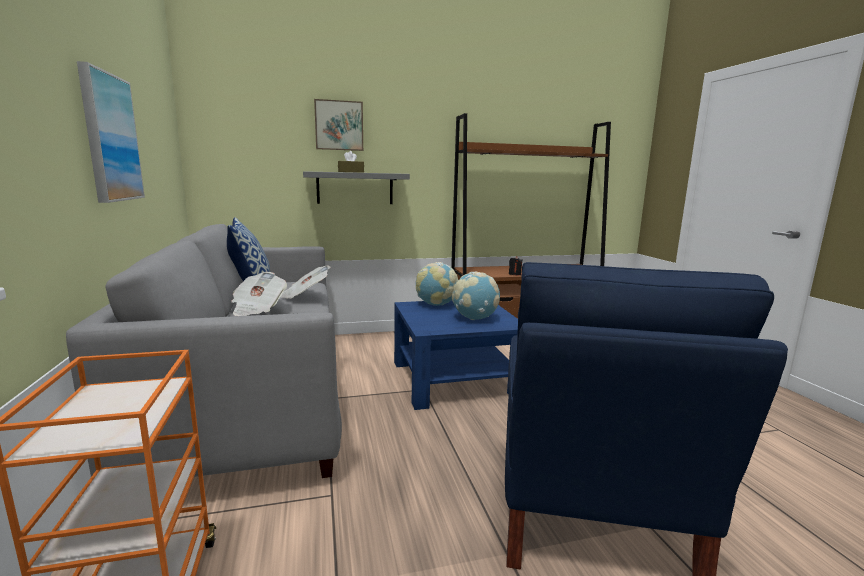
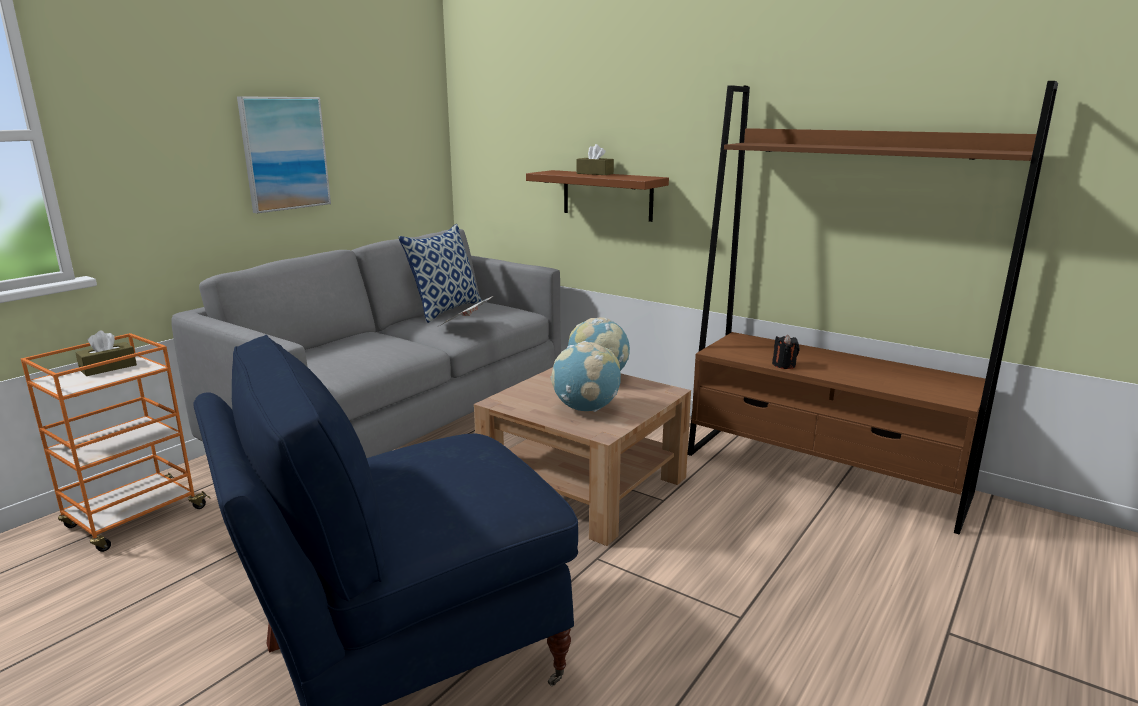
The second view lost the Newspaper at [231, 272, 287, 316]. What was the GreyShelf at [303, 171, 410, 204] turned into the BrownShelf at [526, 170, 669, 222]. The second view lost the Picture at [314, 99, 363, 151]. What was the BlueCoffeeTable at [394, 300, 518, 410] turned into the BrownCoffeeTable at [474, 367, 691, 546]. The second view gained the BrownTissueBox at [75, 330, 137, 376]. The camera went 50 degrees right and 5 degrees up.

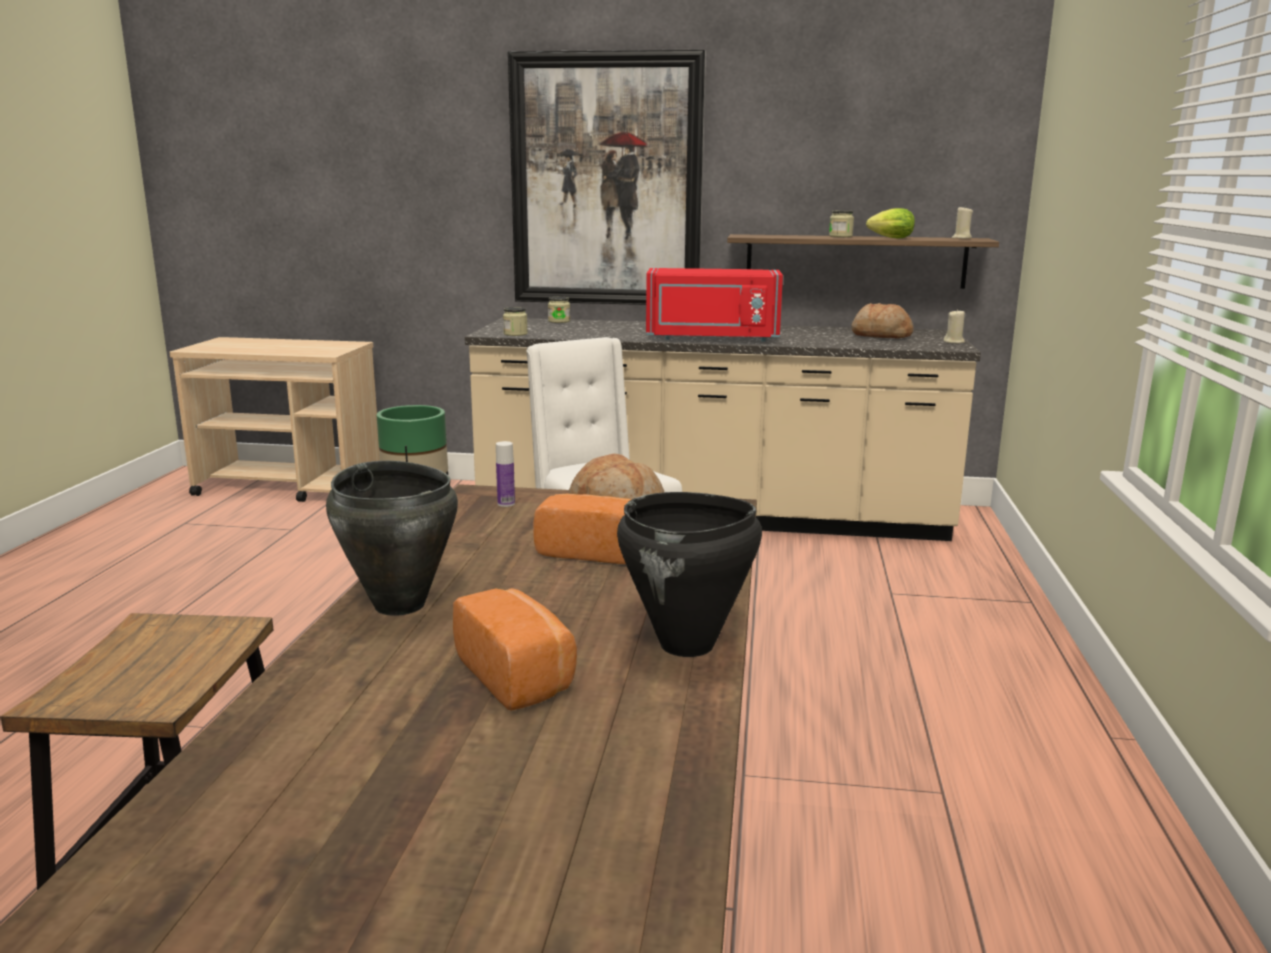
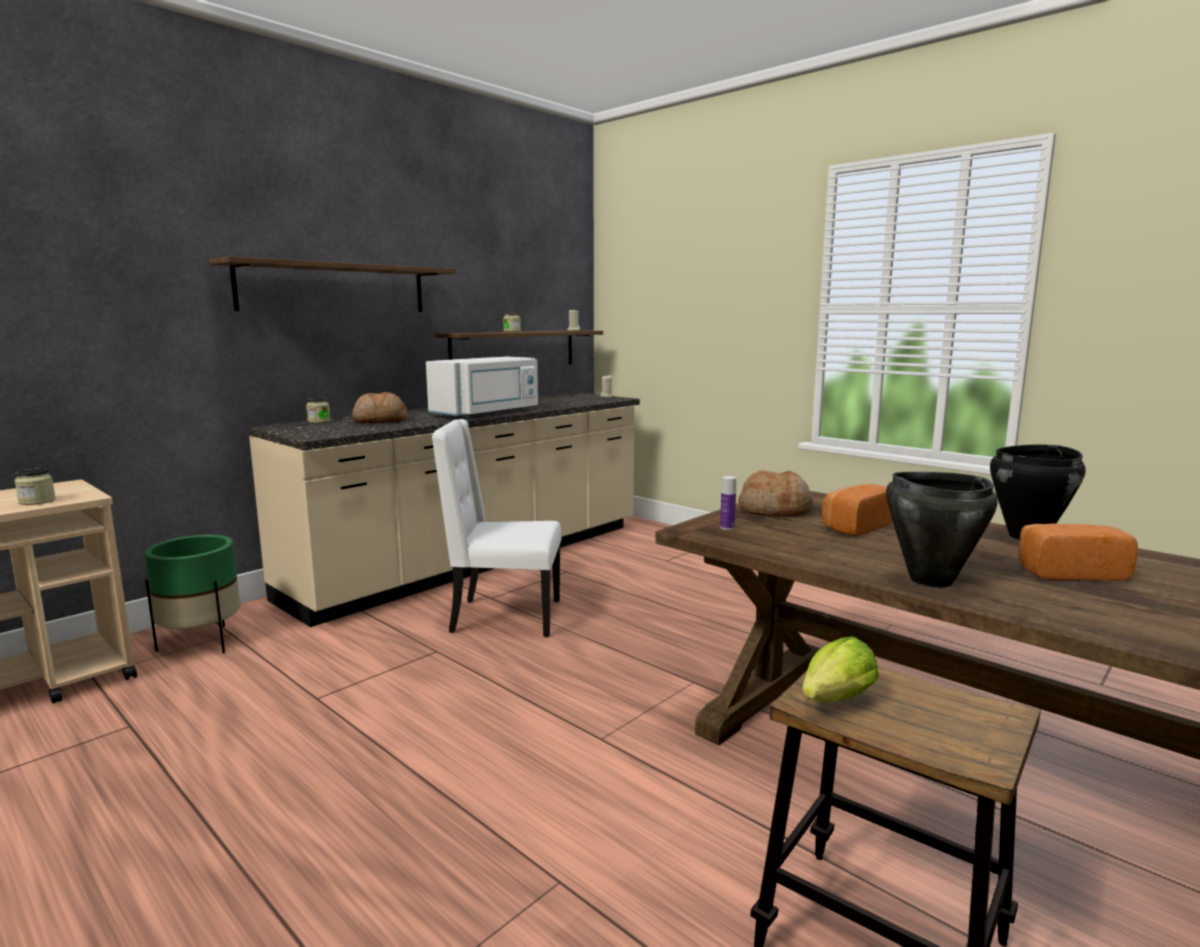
The Jar ended up elsewhere, having gone from [503, 307, 528, 336] to [14, 468, 56, 505]. Where the Picture hung at [508, 49, 706, 305], the Shelf came to hang at [209, 256, 456, 312]. What was the RedMicrowave at [646, 268, 783, 342] turned into the WhiteMicrowave at [426, 356, 538, 418]. The Bread ended up elsewhere, having gone from [851, 303, 913, 338] to [352, 392, 408, 423]. The Lettuce ended up elsewhere, having gone from [866, 208, 915, 239] to [802, 636, 879, 703]. The camera went 55 degrees left and 5 degrees down.

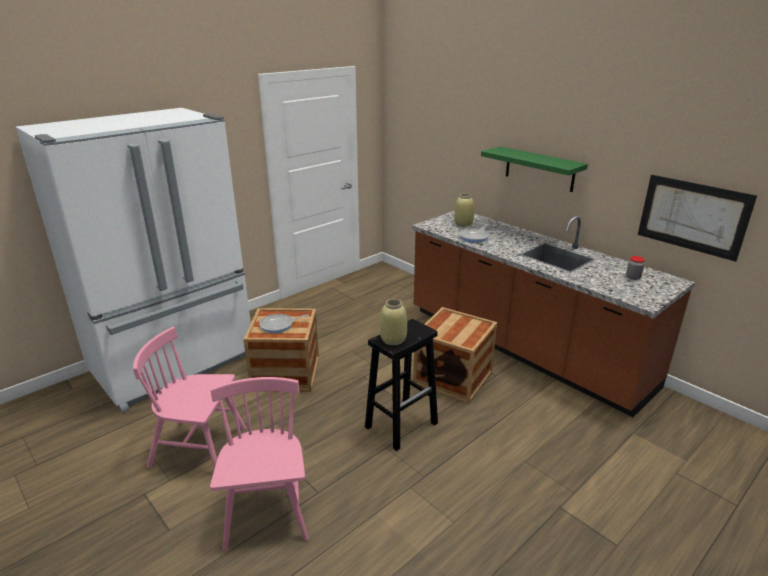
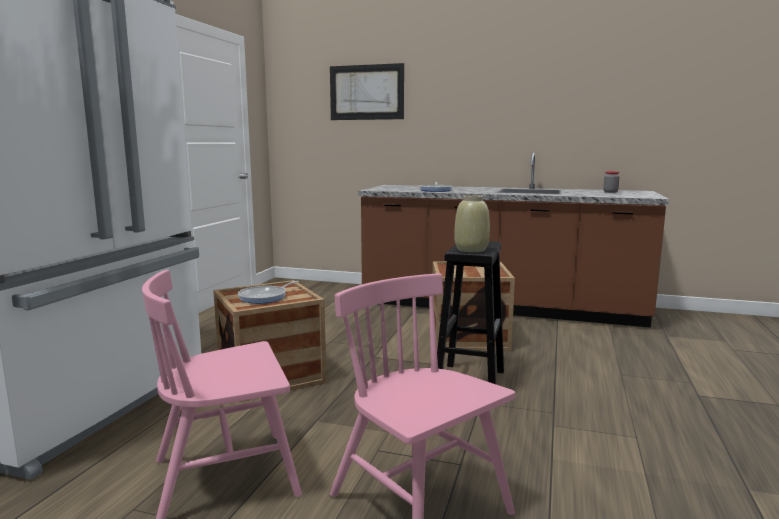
The second view lost the BeigeVase at [454, 193, 474, 227]. The second view lost the GreenShelf at [481, 146, 588, 192]. The Picture ended up elsewhere, having gone from [638, 175, 757, 262] to [330, 63, 404, 120]. The camera went 30 degrees left and 15 degrees down.

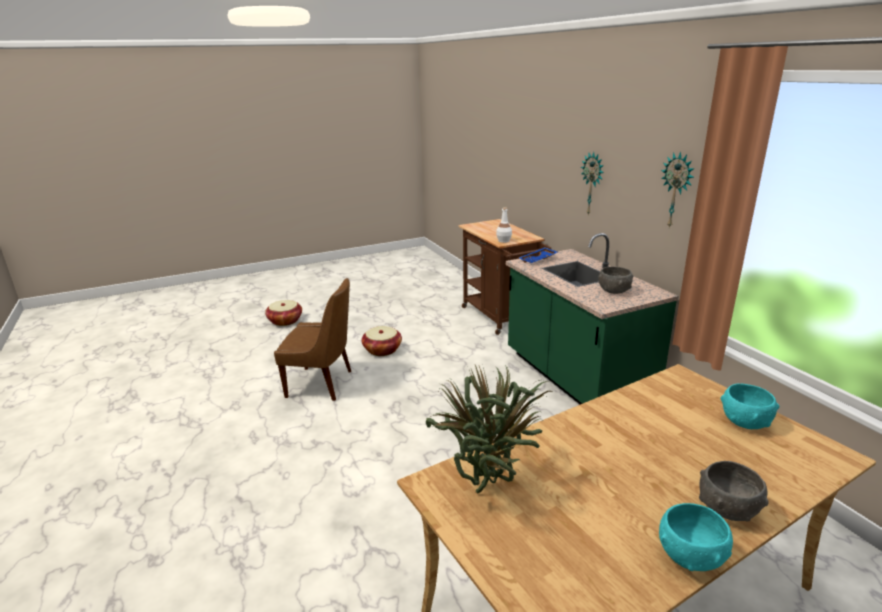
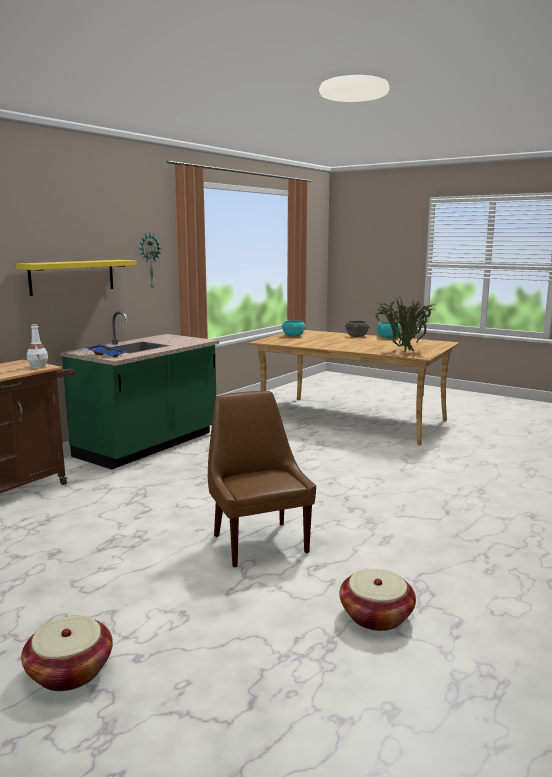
The Basket ended up elsewhere, having gone from [361, 326, 402, 356] to [339, 569, 416, 631]. Where the WallClock hung at [581, 152, 604, 215], the YellowShelf came to hang at [16, 260, 137, 296]. The second view lost the GreyBowl at [598, 266, 633, 294]. The camera went 120 degrees left and 10 degrees down.

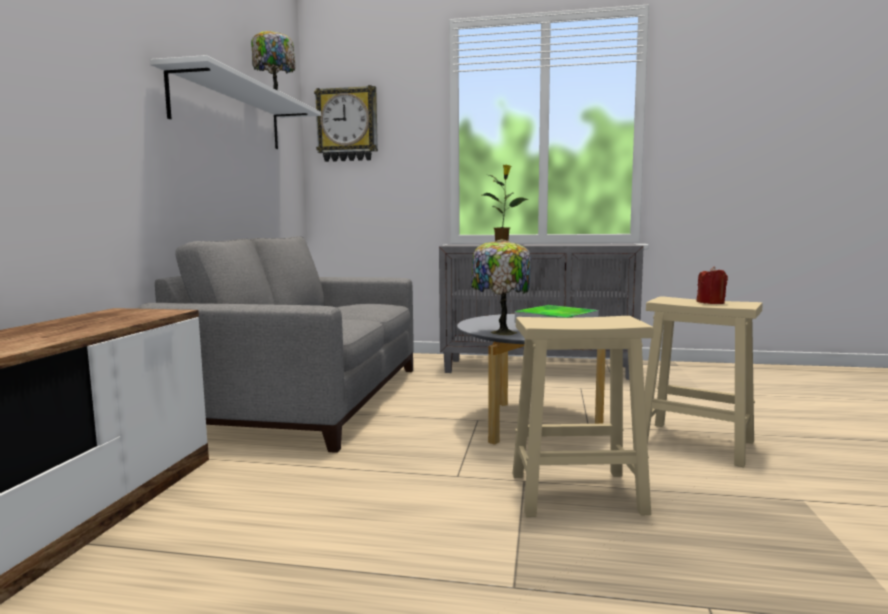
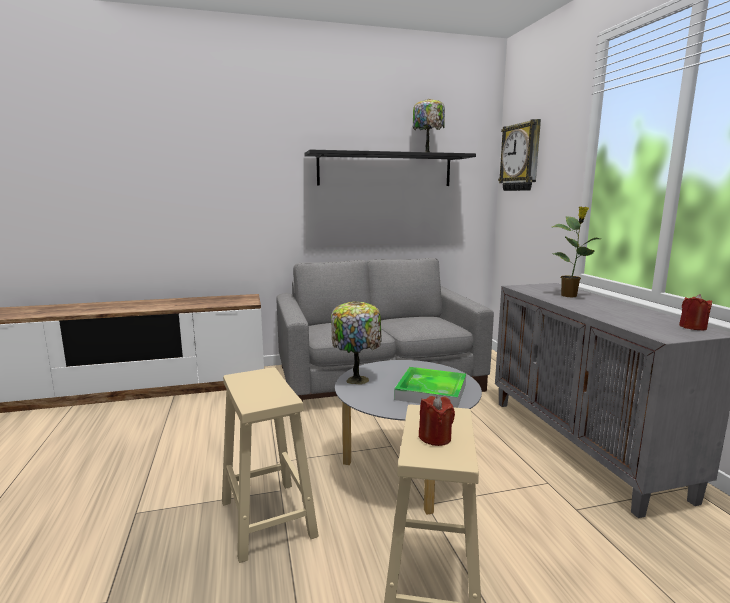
What was the WhiteShelf at [150, 55, 321, 149] turned into the BlackShelf at [305, 150, 476, 186]. The second view gained the RedCandle at [679, 294, 712, 330]. The camera went 65 degrees right and 5 degrees up.

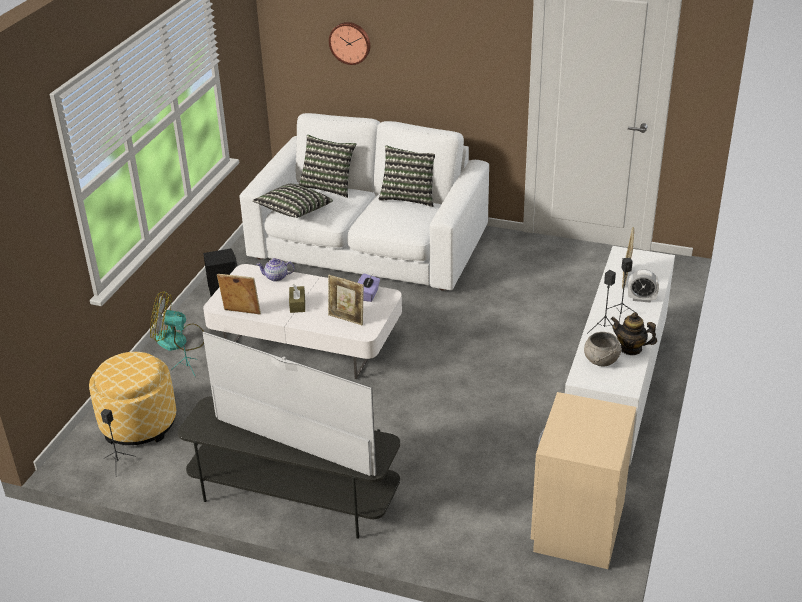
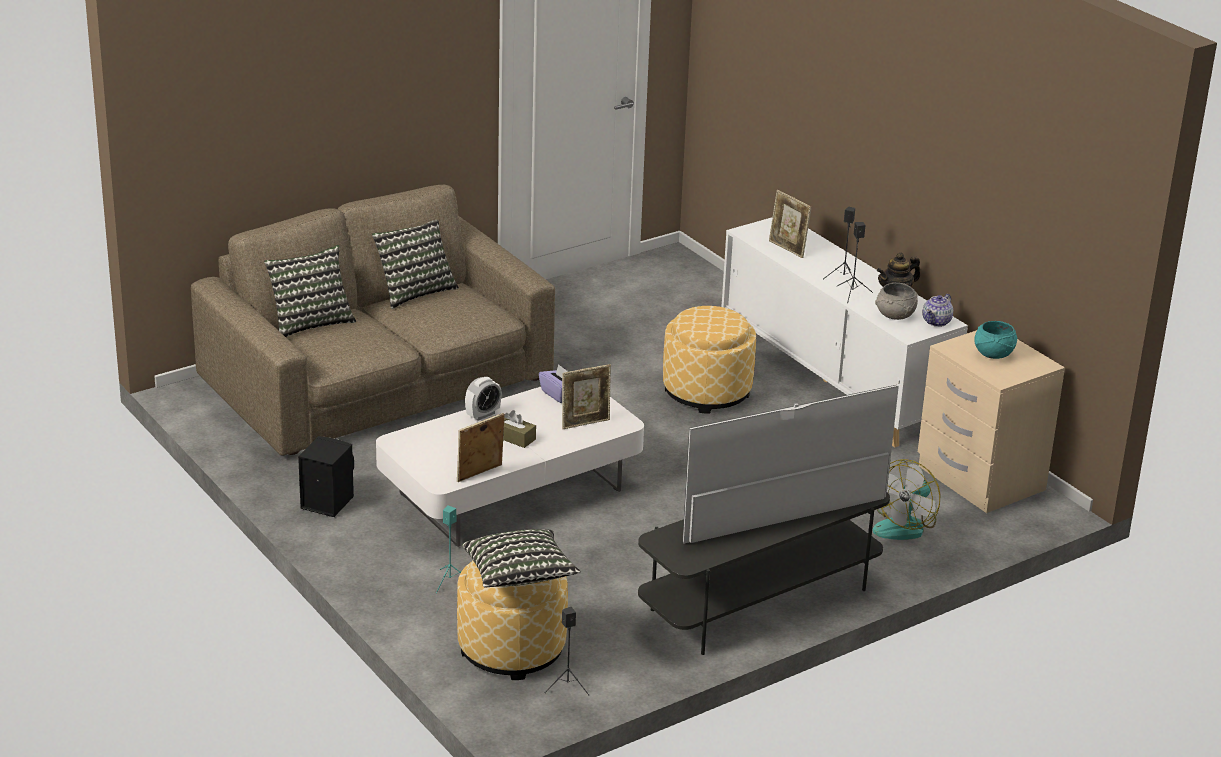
The Fan ended up elsewhere, having gone from [150, 291, 204, 351] to [873, 459, 940, 540]. What was the WhiteSofa at [240, 113, 489, 291] turned into the BrownSofa at [191, 185, 555, 456]. The Pillow ended up elsewhere, having gone from [252, 184, 333, 218] to [462, 529, 581, 587]. The Teapot ended up elsewhere, having gone from [256, 258, 295, 282] to [922, 294, 953, 327]. The second view lost the WallClock at [329, 22, 370, 65]. The AlarmClock ended up elsewhere, having gone from [628, 269, 659, 303] to [465, 377, 502, 421]. The second view gained the Ottoman at [663, 306, 756, 414]. The second view gained the TurquoiseBowl at [974, 321, 1017, 359]. The camera went 55 degrees left and 5 degrees down.

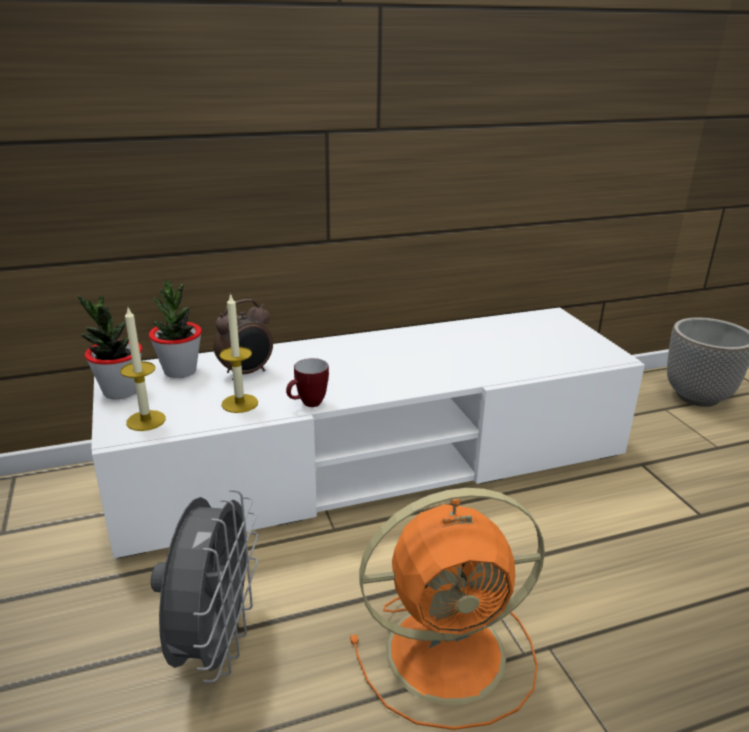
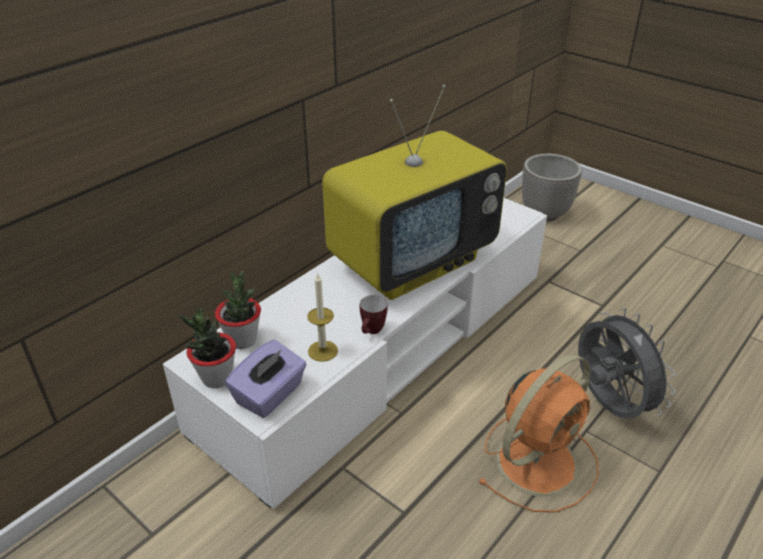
Where the Candle stood at [120, 308, 166, 431], the PurpleTissueBox came to stand at [225, 340, 307, 418]. The GreyFan ended up elsewhere, having gone from [151, 489, 258, 683] to [578, 308, 676, 418]. The second view lost the AlarmClock at [213, 299, 273, 380]. The second view gained the Television at [322, 85, 507, 300]. The camera went 30 degrees left and 10 degrees up.

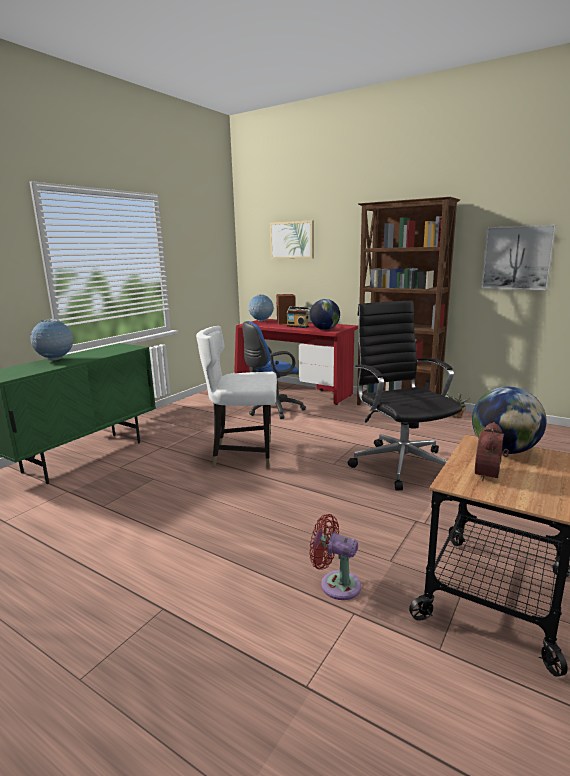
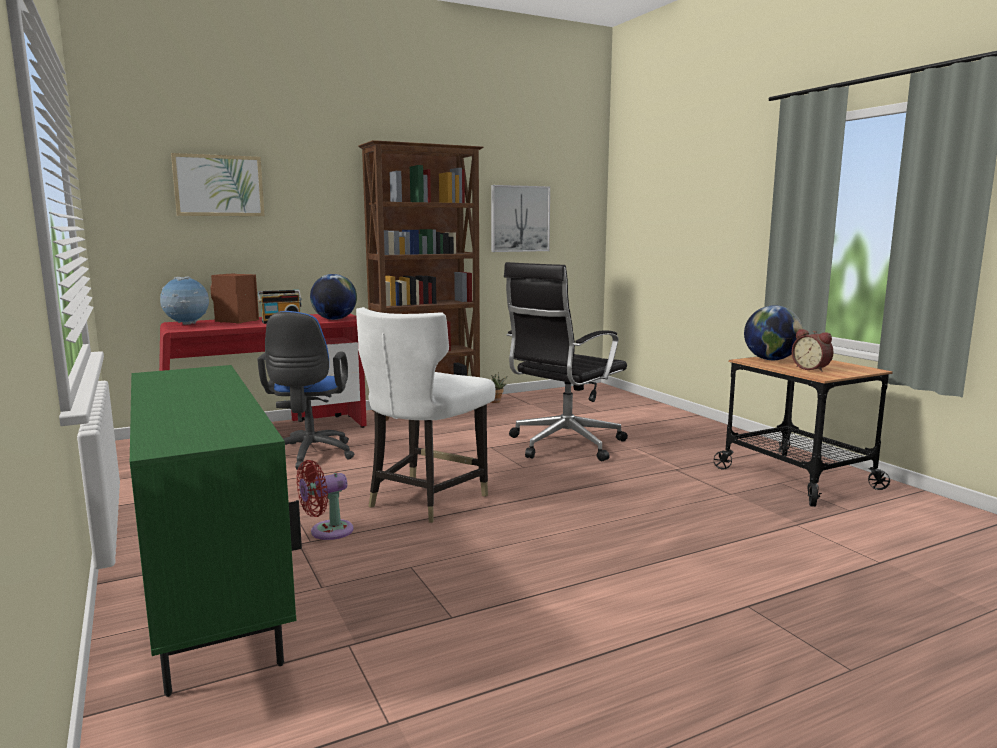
The second view lost the Globe at [30, 319, 73, 361]. The RedFan ended up elsewhere, having gone from [309, 514, 361, 600] to [296, 460, 354, 540]. The BlackOfficeChair at [348, 300, 462, 491] ended up facing another way, 60 degrees counterclockwise from before. The camera went 60 degrees left and 5 degrees down.

